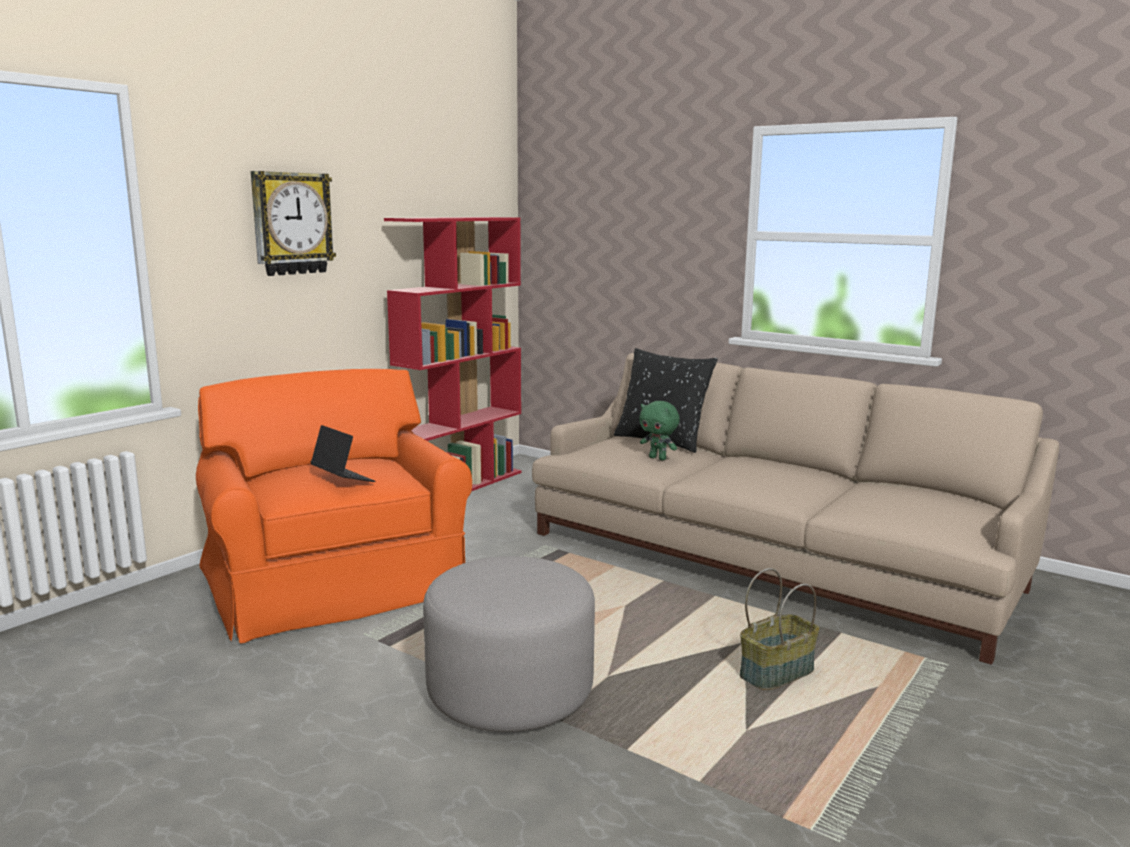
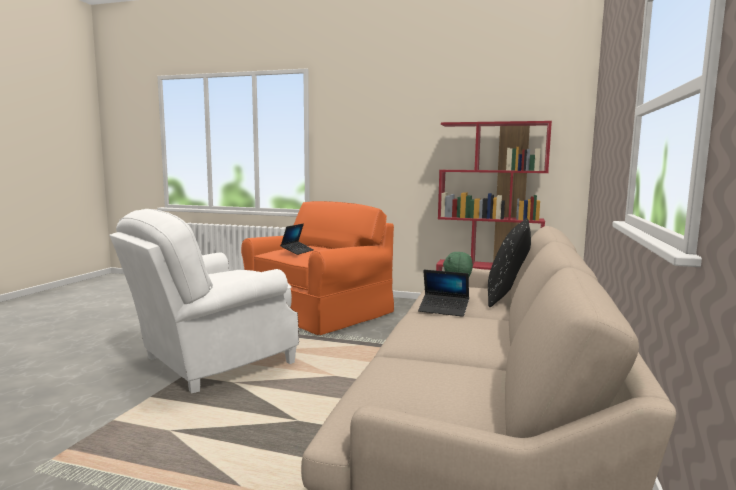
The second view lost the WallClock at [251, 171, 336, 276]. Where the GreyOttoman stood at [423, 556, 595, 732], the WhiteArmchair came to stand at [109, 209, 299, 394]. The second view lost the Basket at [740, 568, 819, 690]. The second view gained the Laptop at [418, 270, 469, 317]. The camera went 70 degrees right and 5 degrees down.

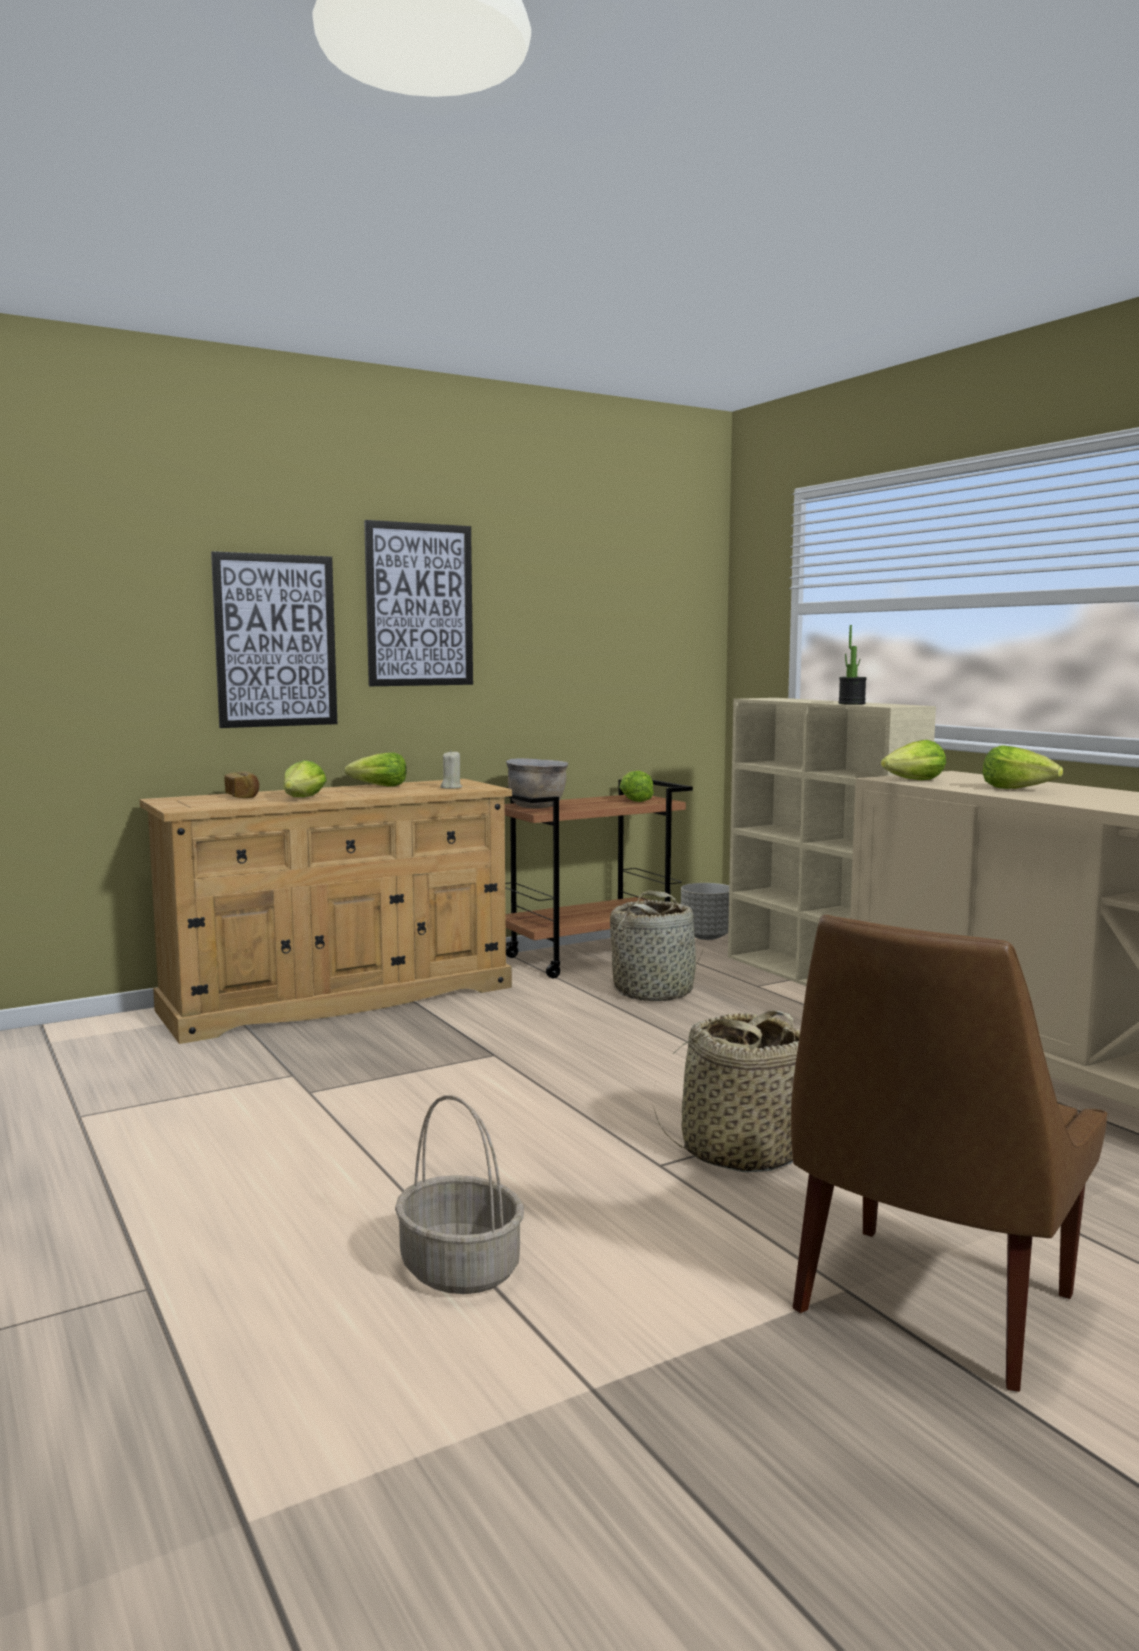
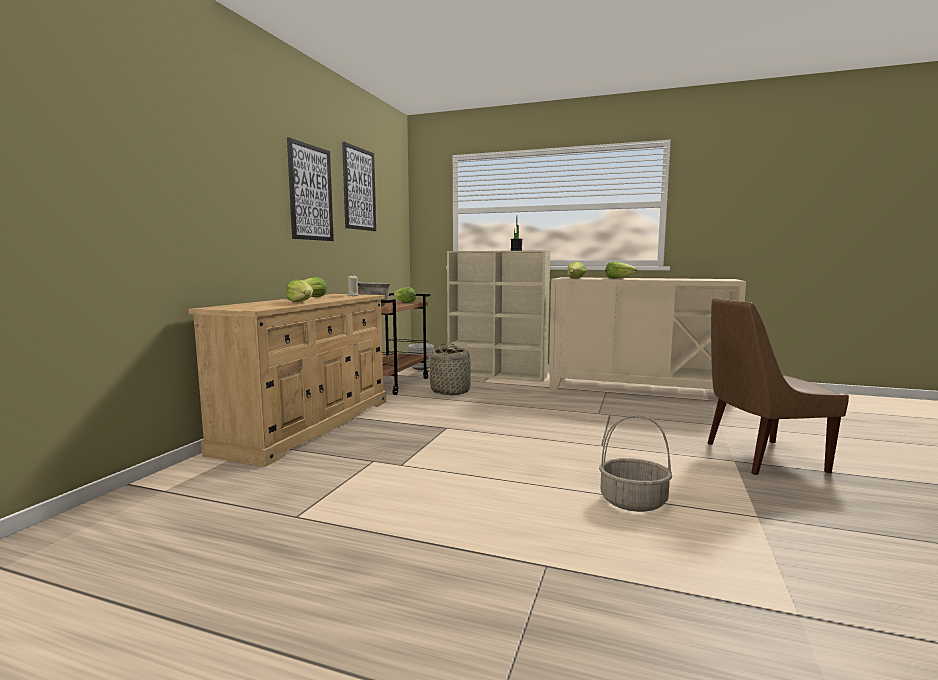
The Picture ended up elsewhere, having gone from [211, 551, 337, 728] to [342, 142, 376, 231]. The second view lost the Bread at [224, 772, 259, 798]. The second view lost the Basket at [653, 1010, 800, 1172]. The BrownChair at [791, 915, 1107, 1392] ended up facing another way, 90 degrees clockwise from before. The camera went 40 degrees left and 0 degrees up.

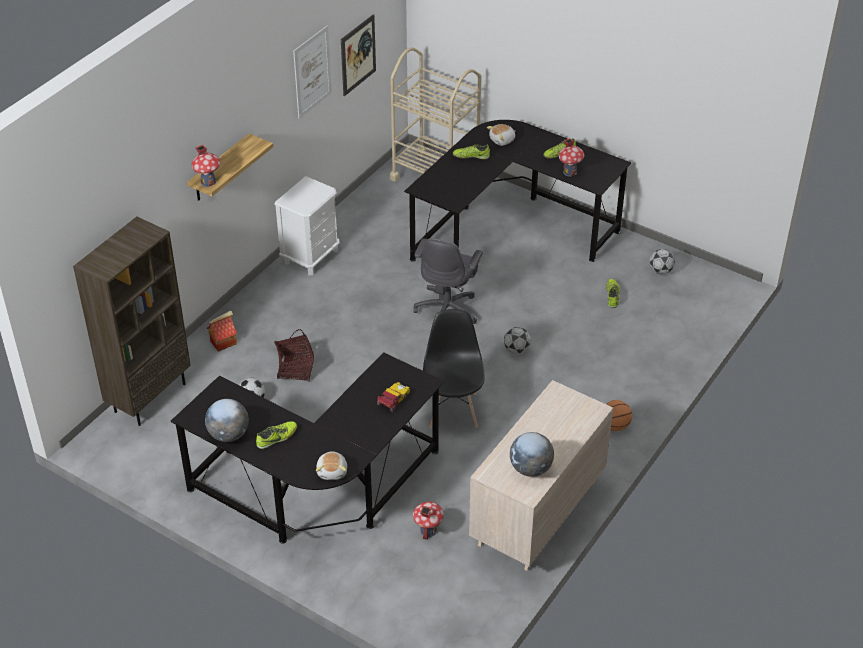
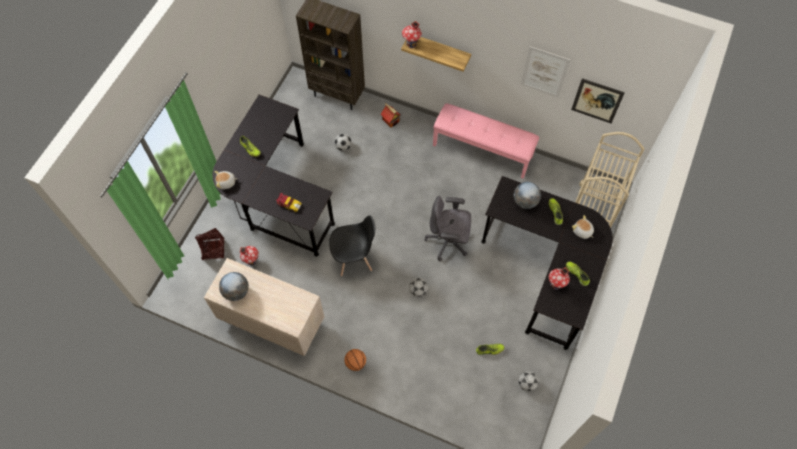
The Globe ended up elsewhere, having gone from [205, 399, 249, 442] to [514, 182, 541, 209]. Where the WhiteNightstand stood at [274, 176, 340, 276], the PinkBench came to stand at [433, 103, 539, 179]. The Basket ended up elsewhere, having gone from [274, 329, 314, 381] to [195, 228, 224, 260]. The camera went 80 degrees right and 20 degrees up.

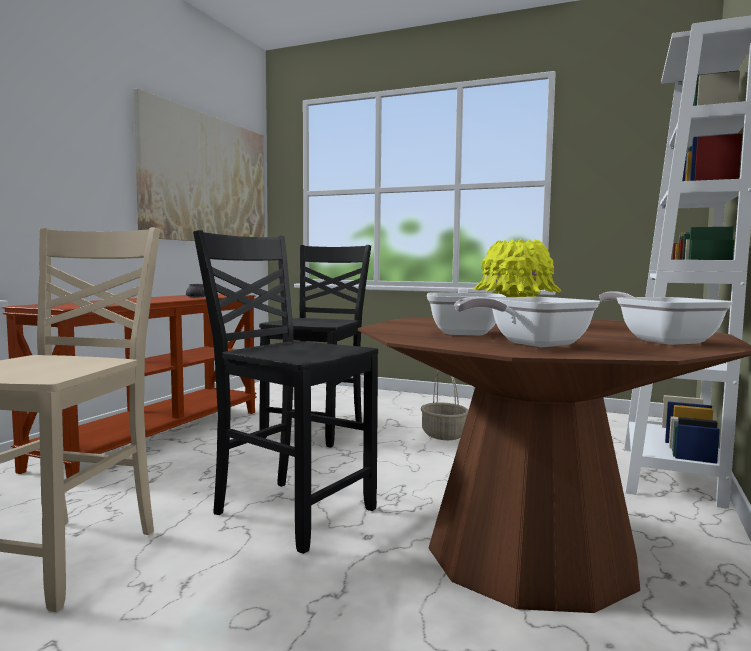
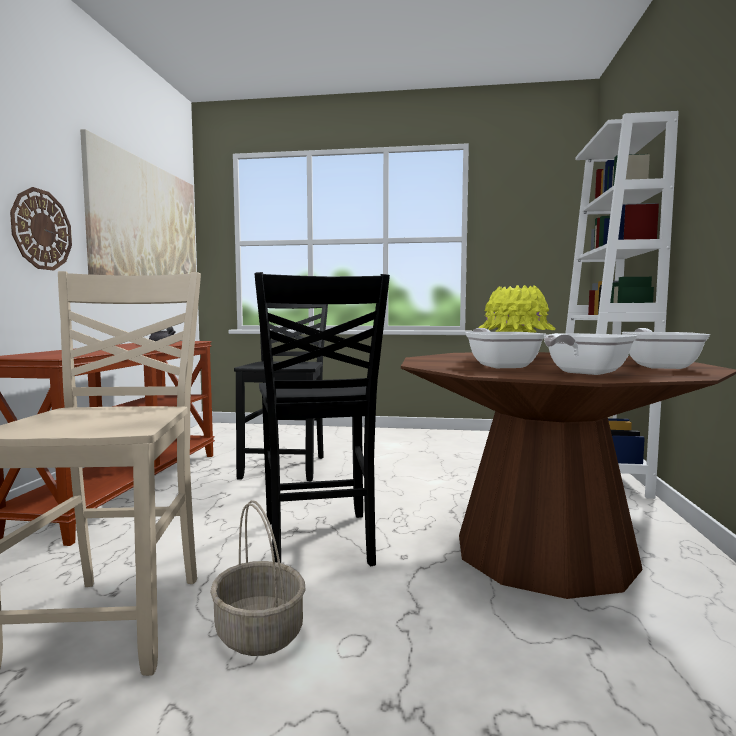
The BlackChair at [193, 230, 378, 554] ended up facing another way, 120 degrees counterclockwise from before. The Basket ended up elsewhere, having gone from [421, 370, 468, 440] to [210, 500, 306, 656]. The FryingPan at [599, 291, 733, 345] ended up facing another way, 45 degrees clockwise from before. The second view gained the WallClock at [10, 187, 72, 271]. The camera went 15 degrees left and 0 degrees up.

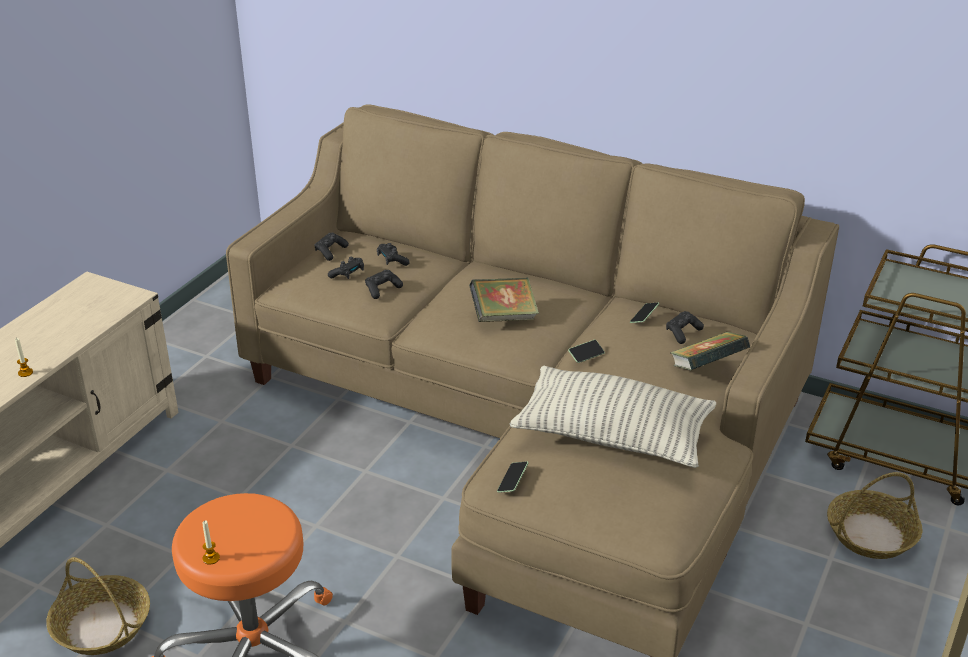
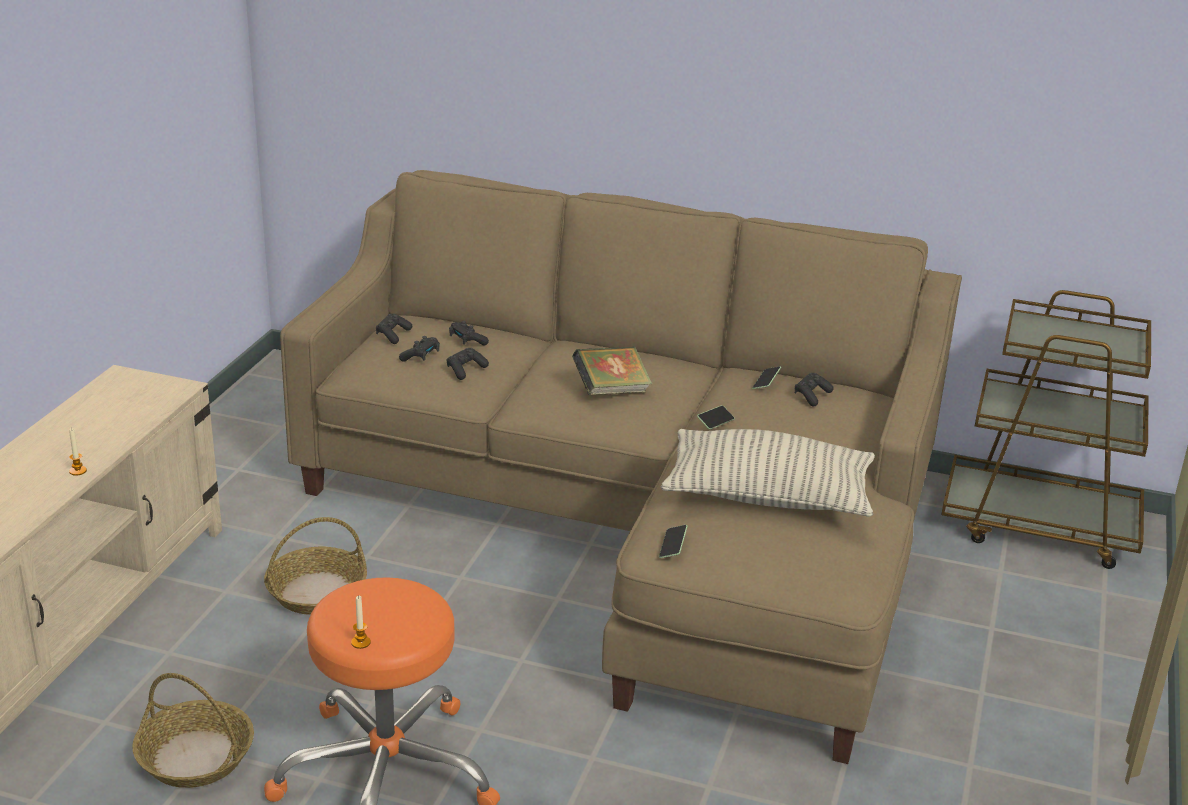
The second view lost the Book at [670, 332, 750, 371]. The Basket ended up elsewhere, having gone from [827, 472, 922, 559] to [264, 517, 367, 615]. The camera went 10 degrees left and 5 degrees down.

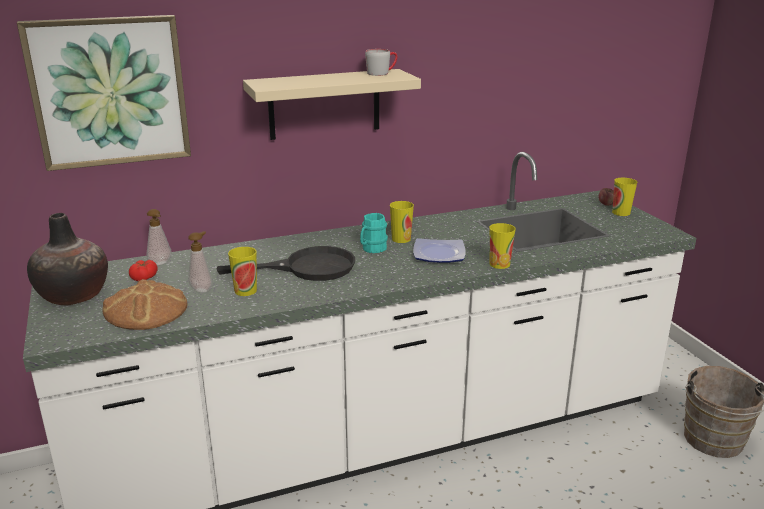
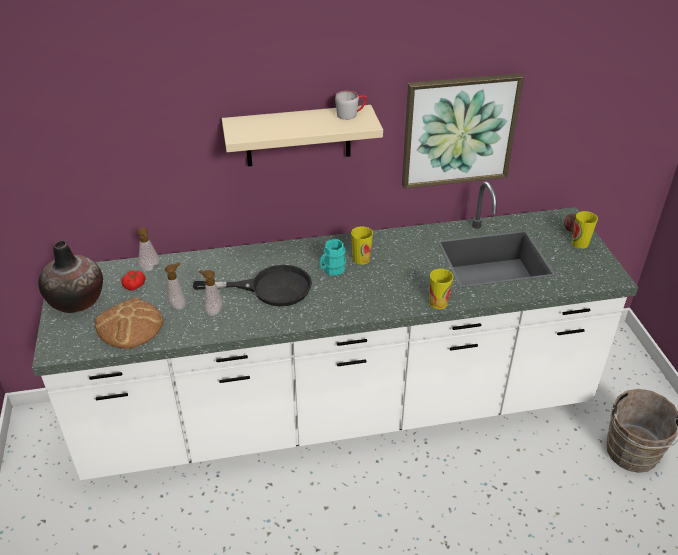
The Picture ended up elsewhere, having gone from [17, 15, 191, 171] to [402, 73, 524, 189]. Where the Cup stood at [228, 247, 257, 296], the SoapDispenser came to stand at [199, 270, 223, 316]. The second view lost the Plate at [413, 238, 466, 263]. The camera went 10 degrees right and 15 degrees up.

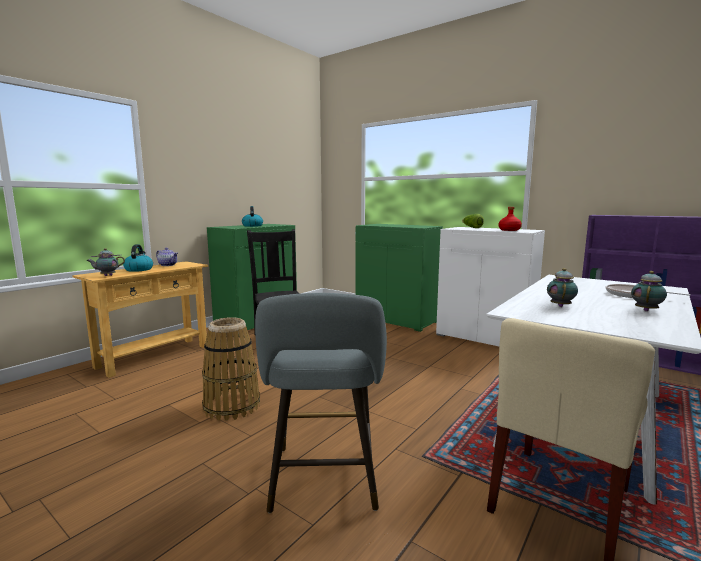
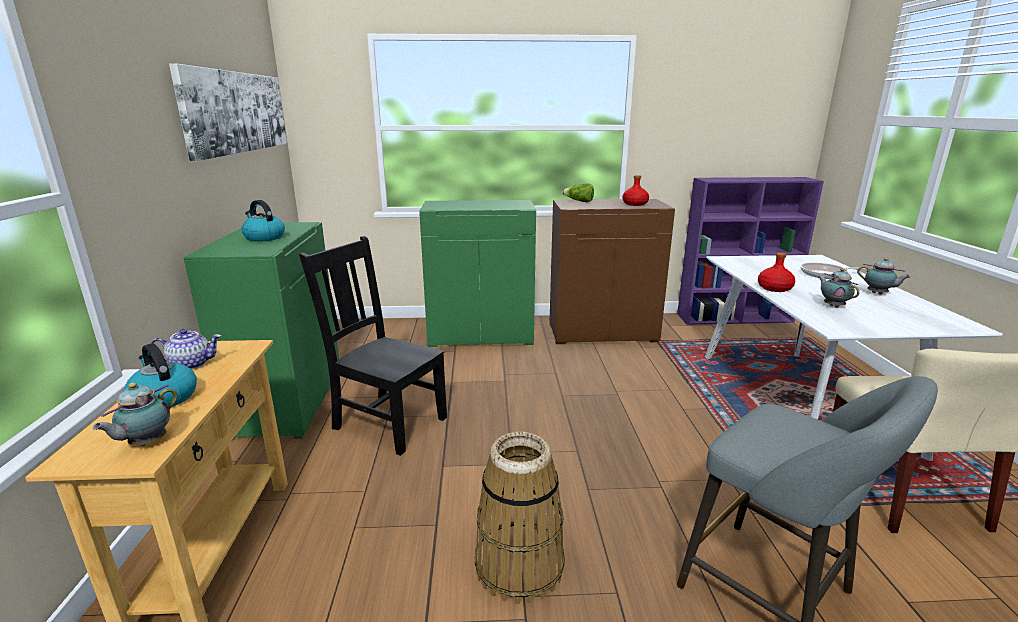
What was the WhiteCabinet at [436, 227, 545, 346] turned into the BrownCabinet at [549, 199, 675, 344]. The Teapot at [631, 271, 667, 311] ended up facing another way, 135 degrees clockwise from before. The second view gained the Picture at [169, 63, 287, 161]. The second view gained the RedBottle at [758, 252, 795, 292]. The camera went 40 degrees left and 10 degrees up.

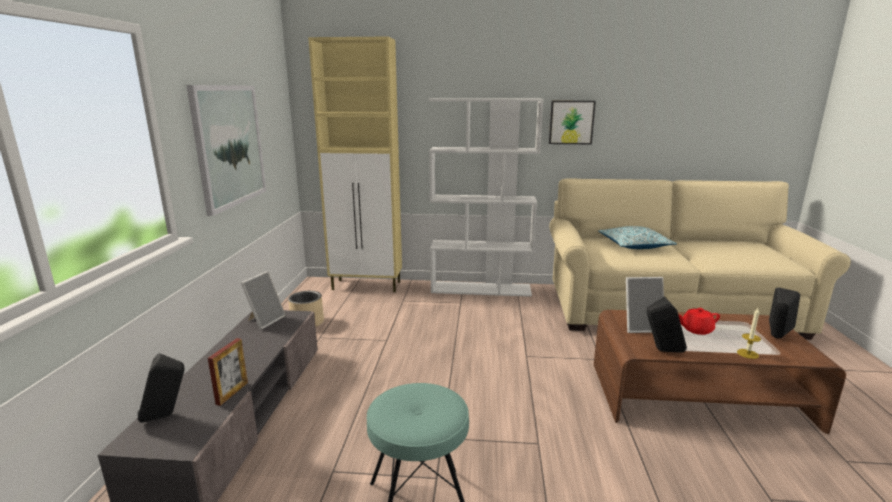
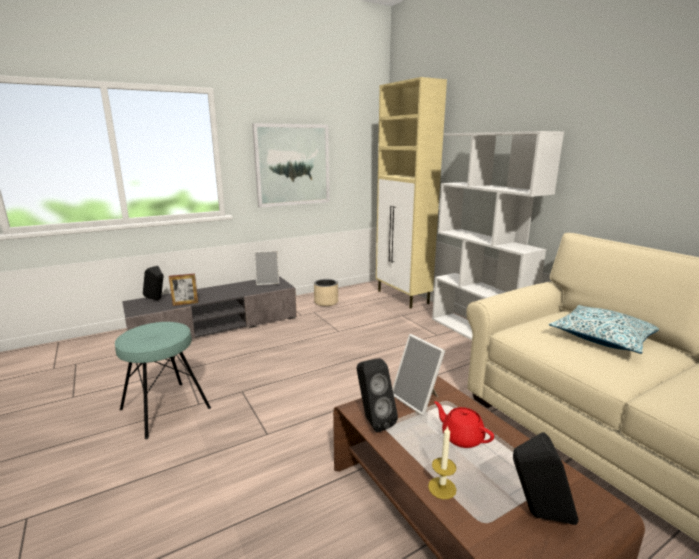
The second view lost the Picture at [549, 101, 596, 144]. The camera went 55 degrees right and 0 degrees up.

